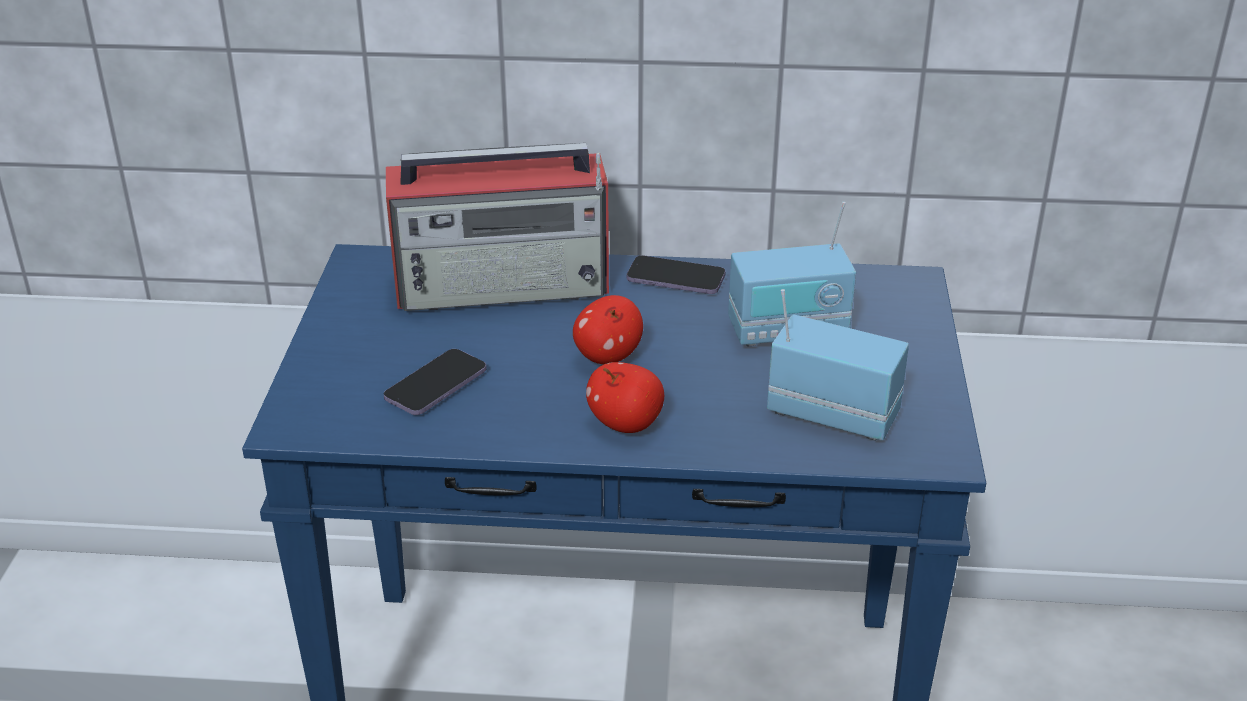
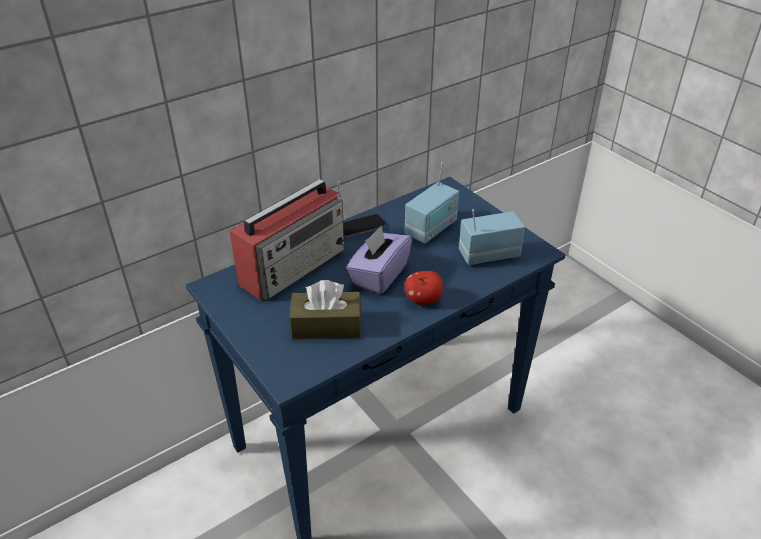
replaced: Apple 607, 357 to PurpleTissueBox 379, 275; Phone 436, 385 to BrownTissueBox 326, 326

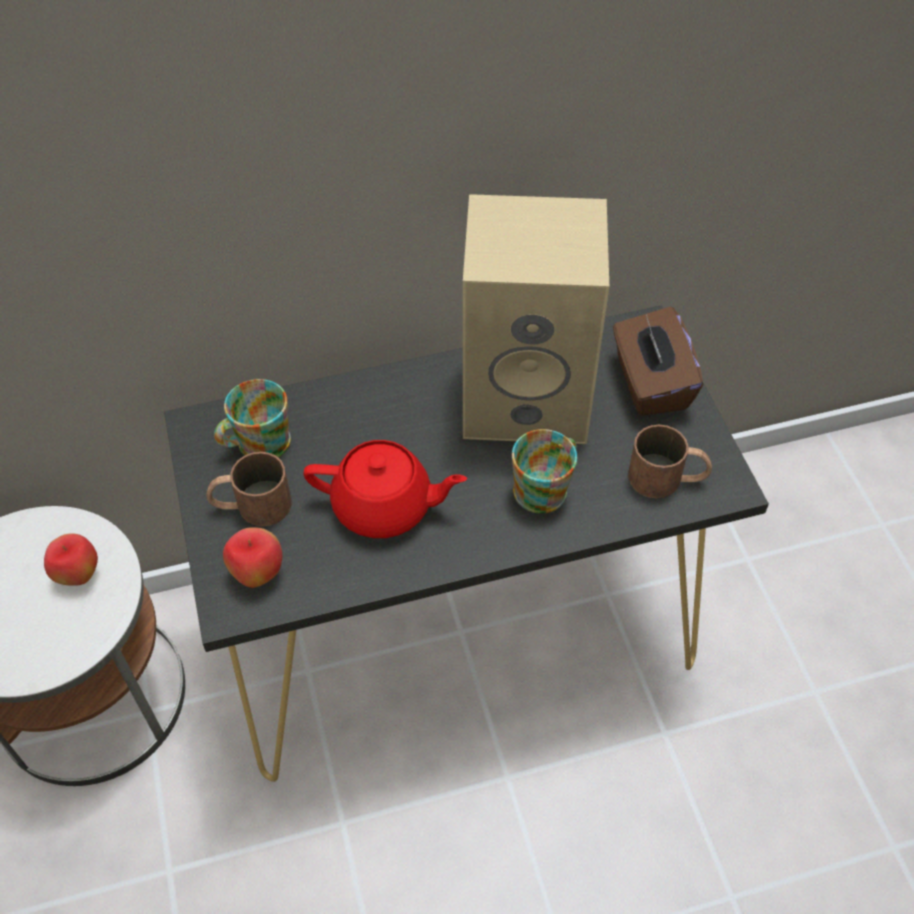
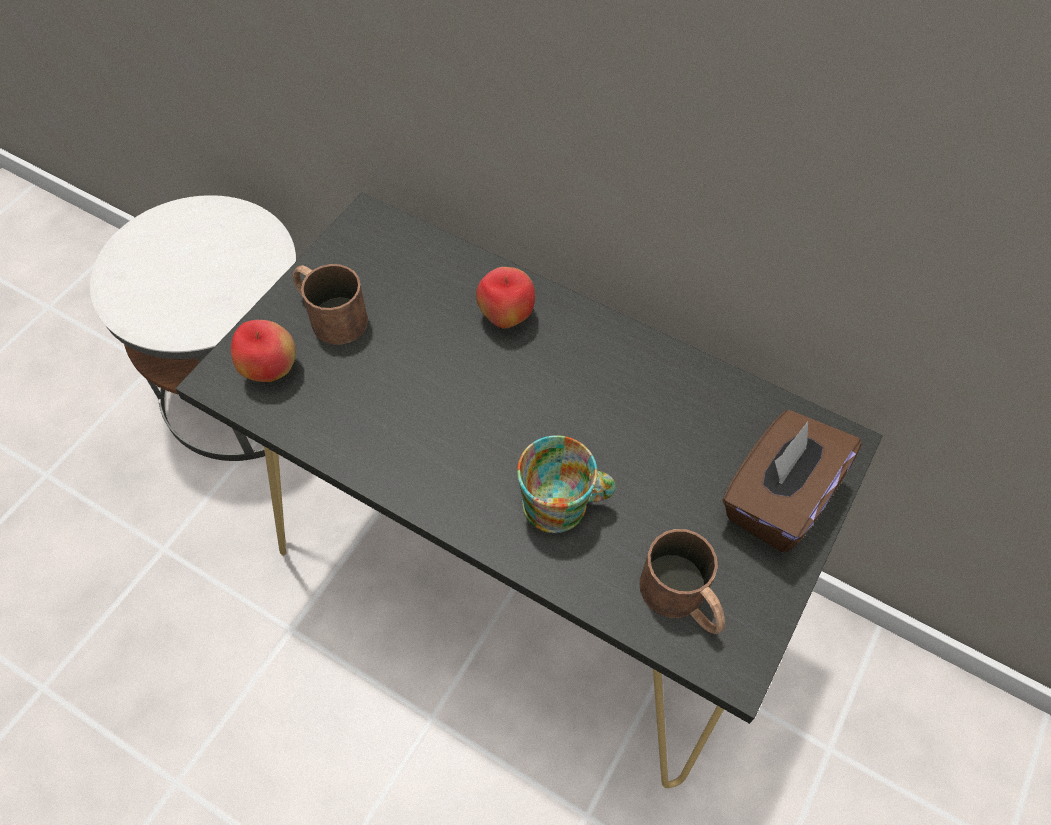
removed: BeigeSpeaker 529, 396; Mug 256, 444; RedTeapot 384, 506
moved: Apple 78, 574 to 506, 317

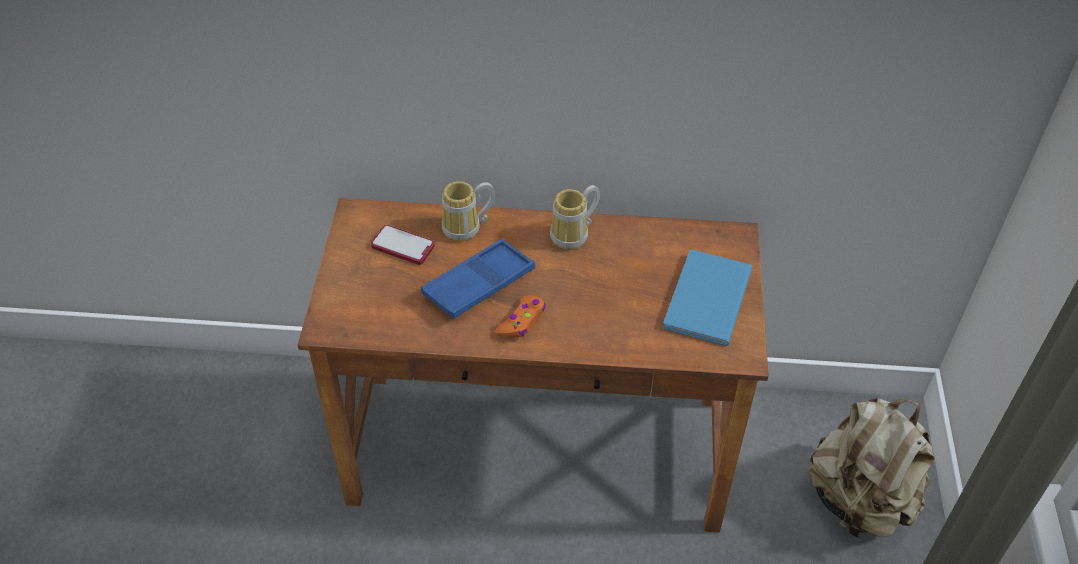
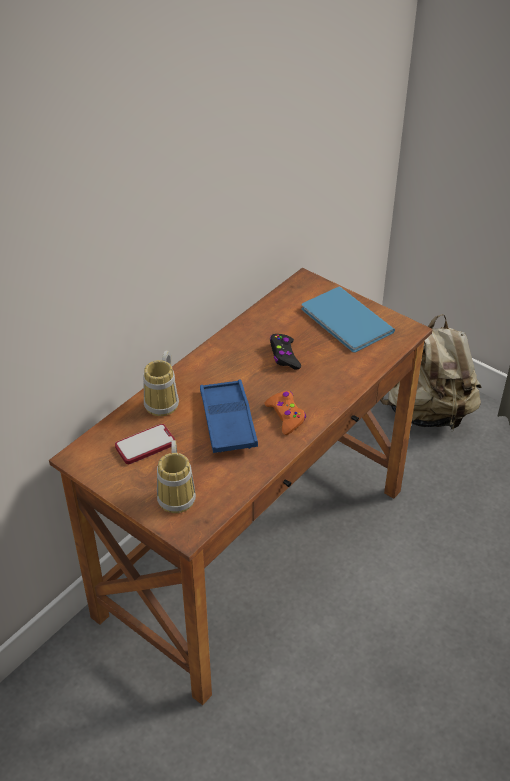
added: BlackGameController 284, 356
moved: Mug 574, 236 to 178, 495

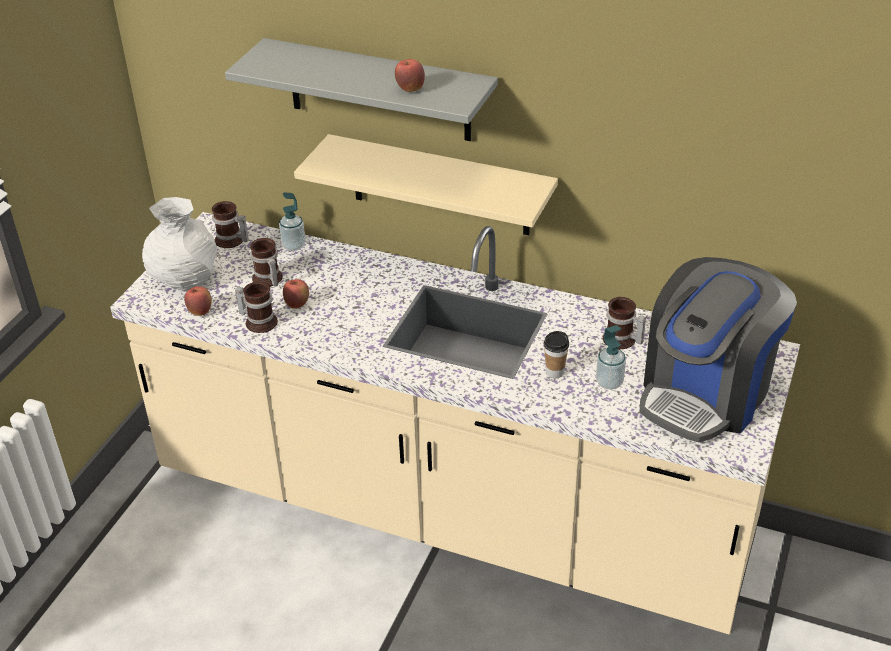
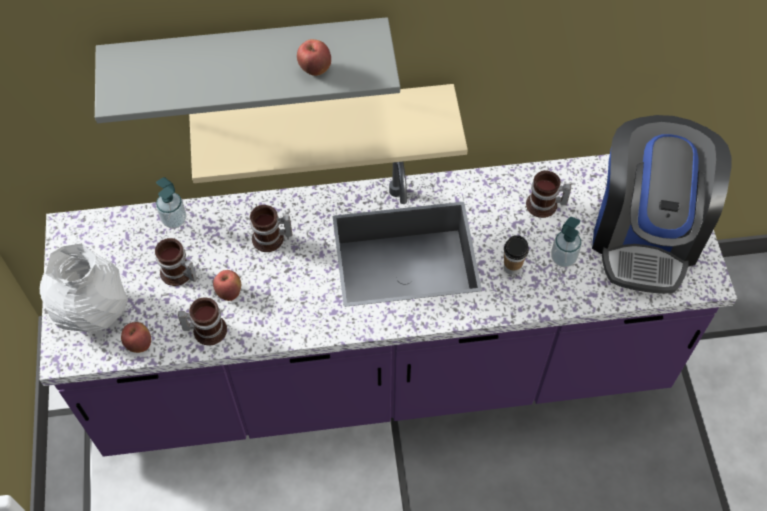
moved: Mug 231, 241 to 271, 239
recoloured: BeigeCounter 450, 512 to PurpleCounter 383, 370

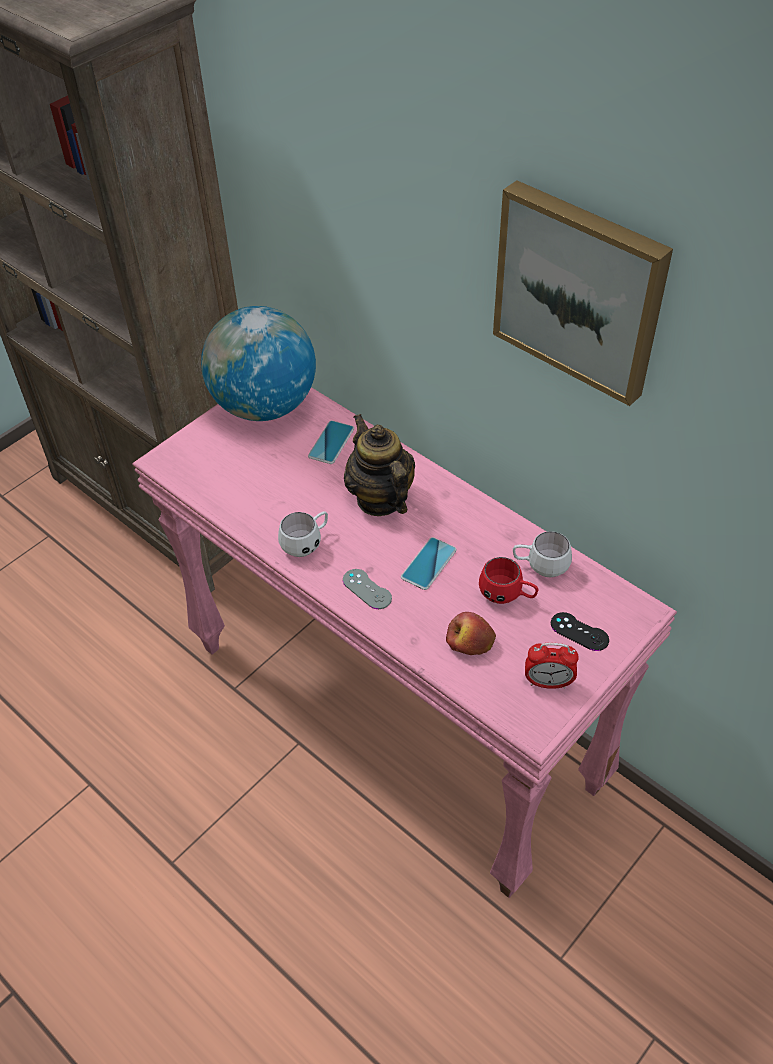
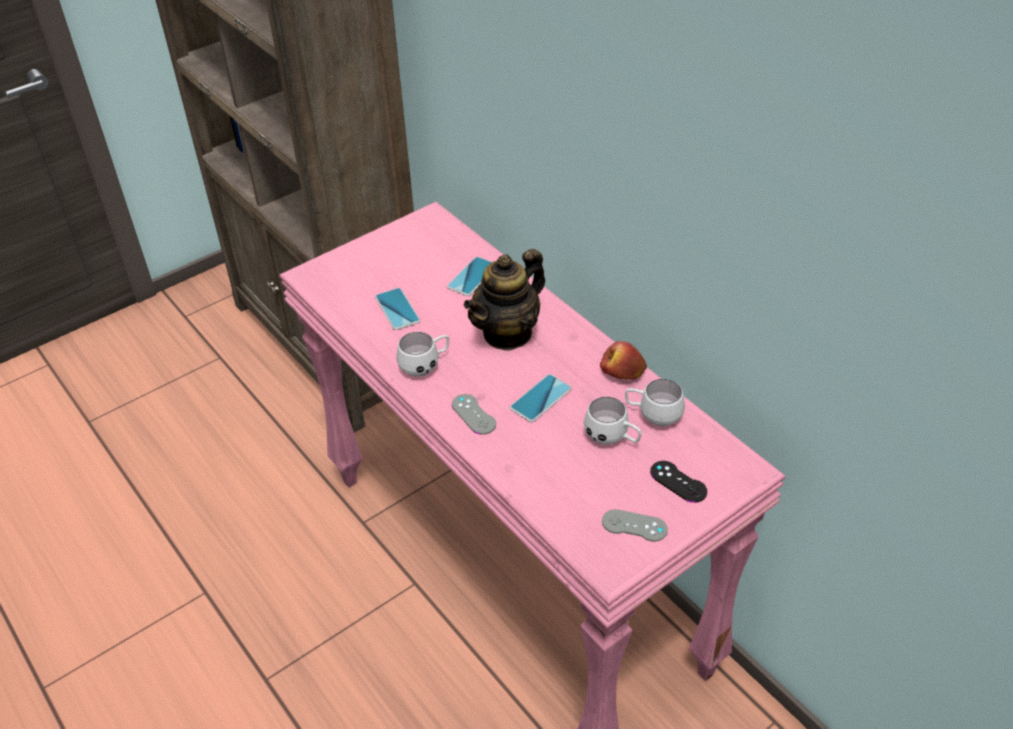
removed: Picture 580, 290; Globe 264, 406
added: Phone 397, 309
moved: Apple 470, 642 to 622, 371
replaced: AlarmClock 548, 682 to GreyGameController 634, 525
recoloured: RedMug 507, 596 to WhiteMug 612, 438
turned: Teapot 380, 498 = 507, 333 120 degrees counterclockwise

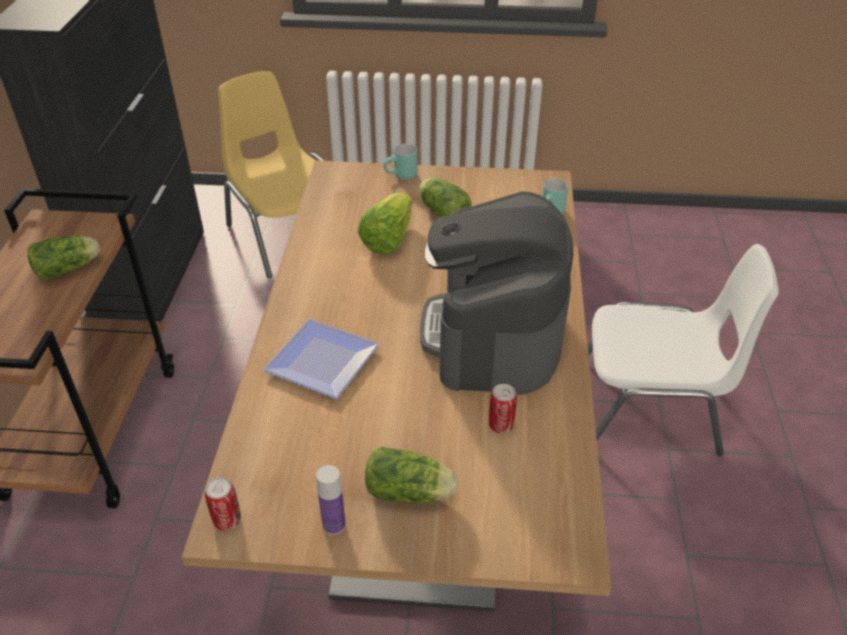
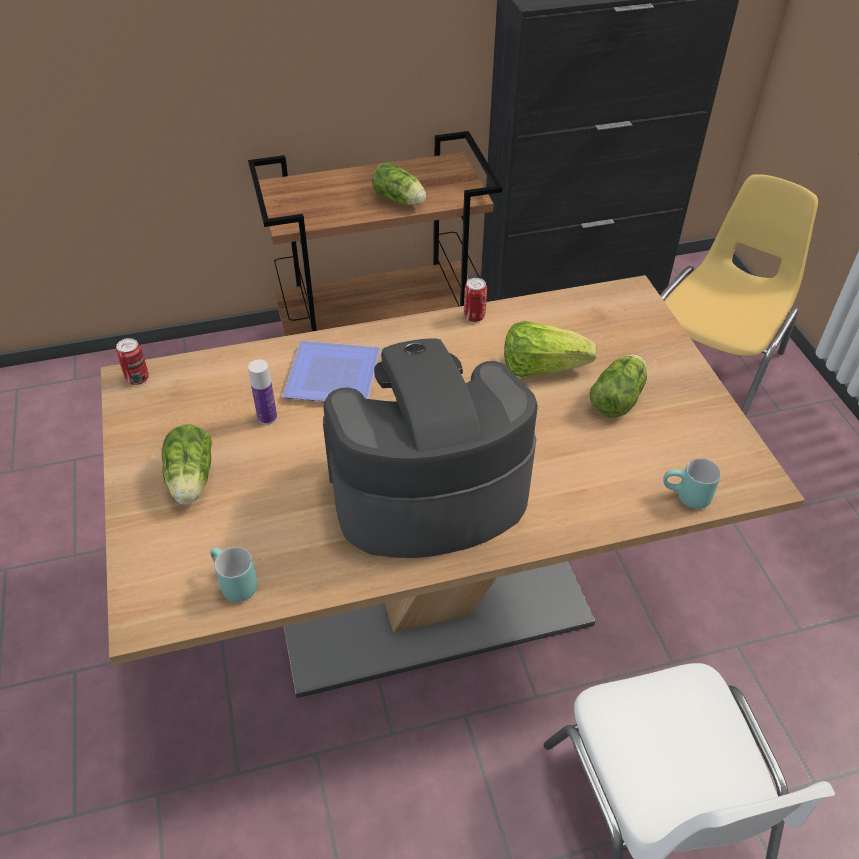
moved: TurquoiseMug 401, 176 to 232, 584; Can 501, 425 to 474, 316; Bottle 334, 525 to 267, 417

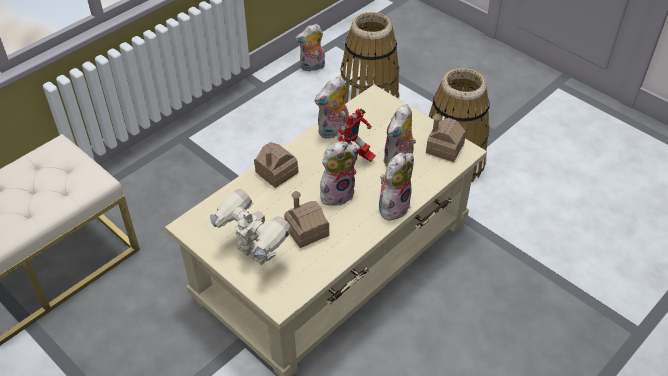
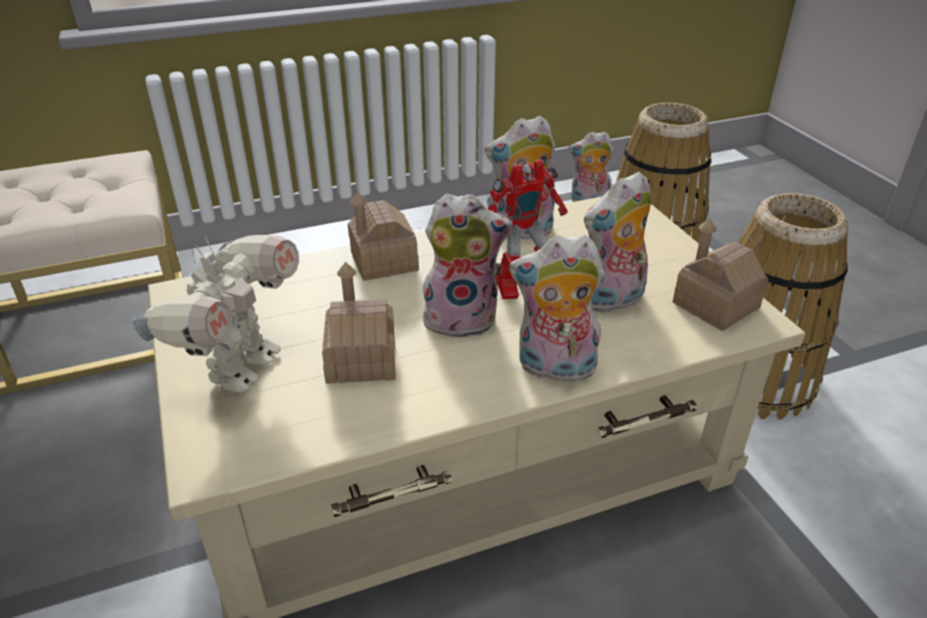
turned: PlushToy 393, 206 = 554, 369 150 degrees counterclockwise; ToyRobot 254, 254 = 240, 367 45 degrees clockwise

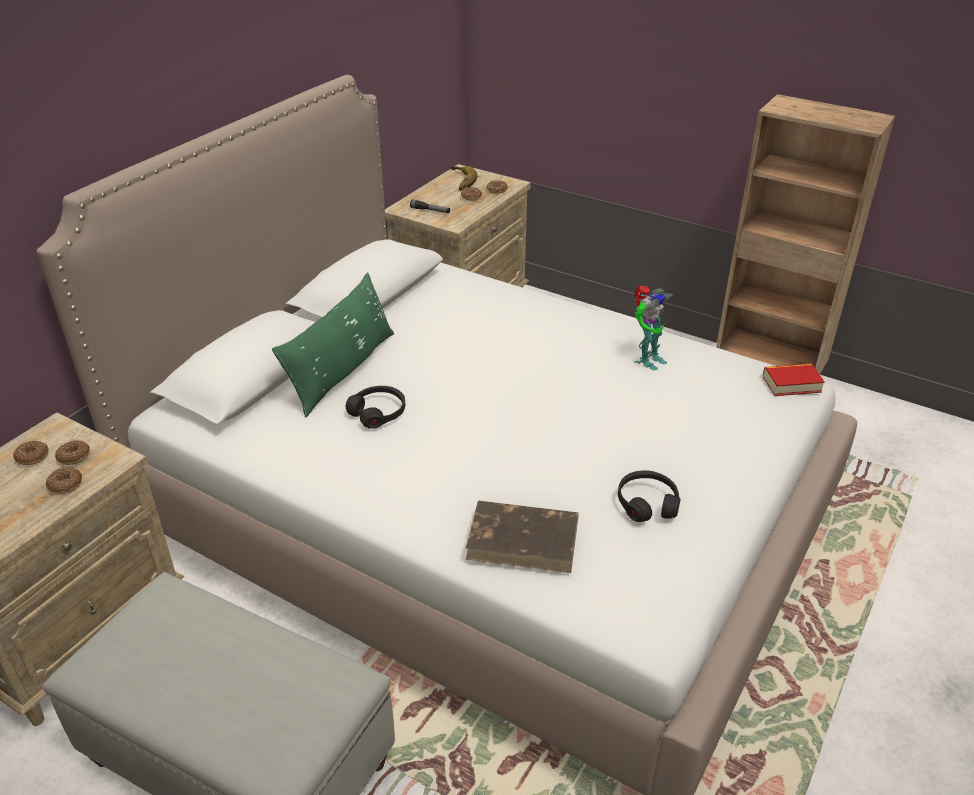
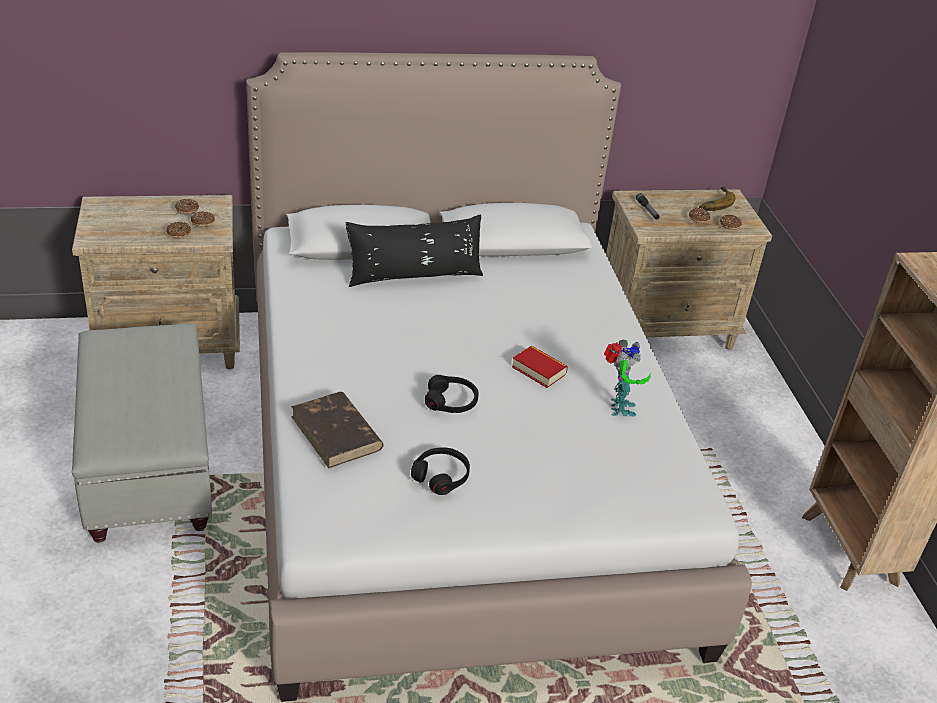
moved: Book 791, 384 to 539, 370; BlackHeadphones 378, 412 to 451, 401
recoloured: GreenPillow 343, 370 to BlackPillow 414, 276
turned: ToyRobot 647, 360 = 618, 408 90 degrees counterclockwise

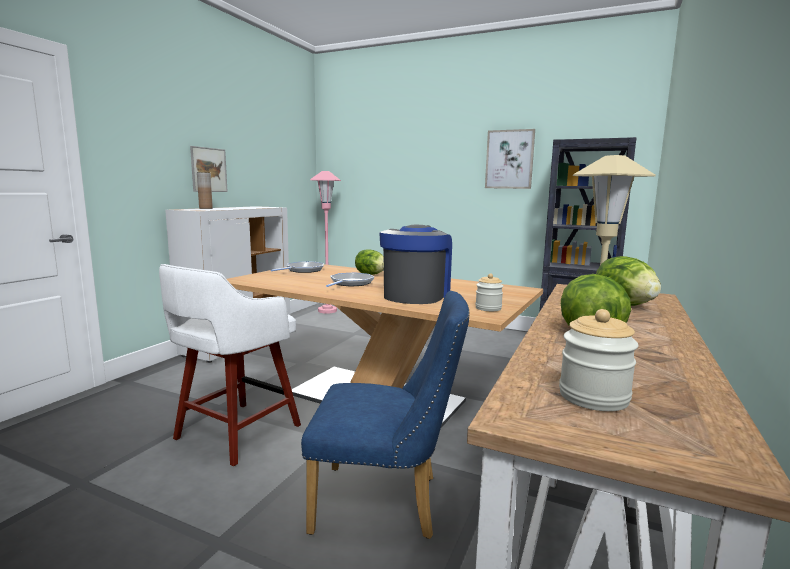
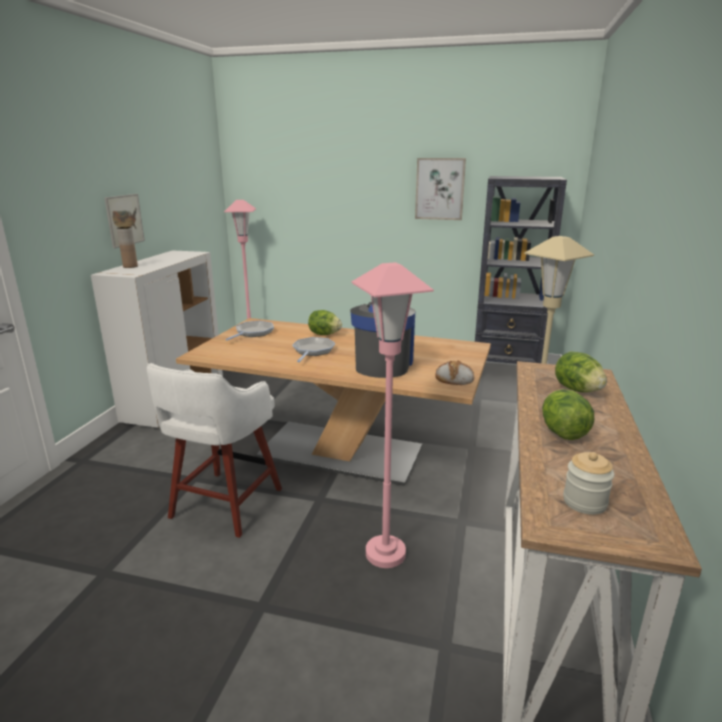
replaced: Jar 488, 308 to Bread 454, 378; BlueChair 387, 504 to PinkFloorLamp 385, 553

